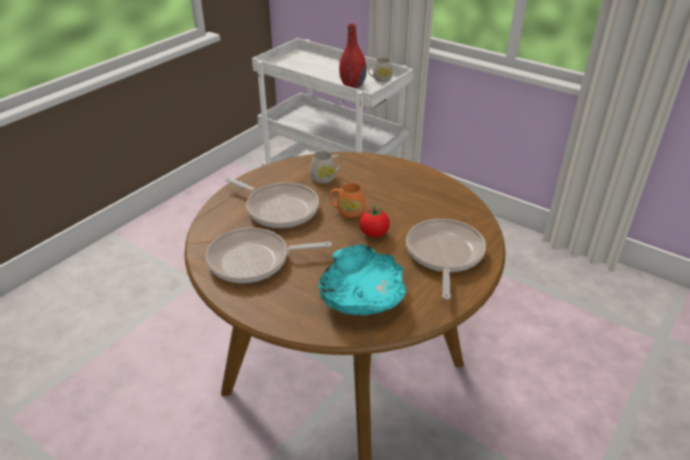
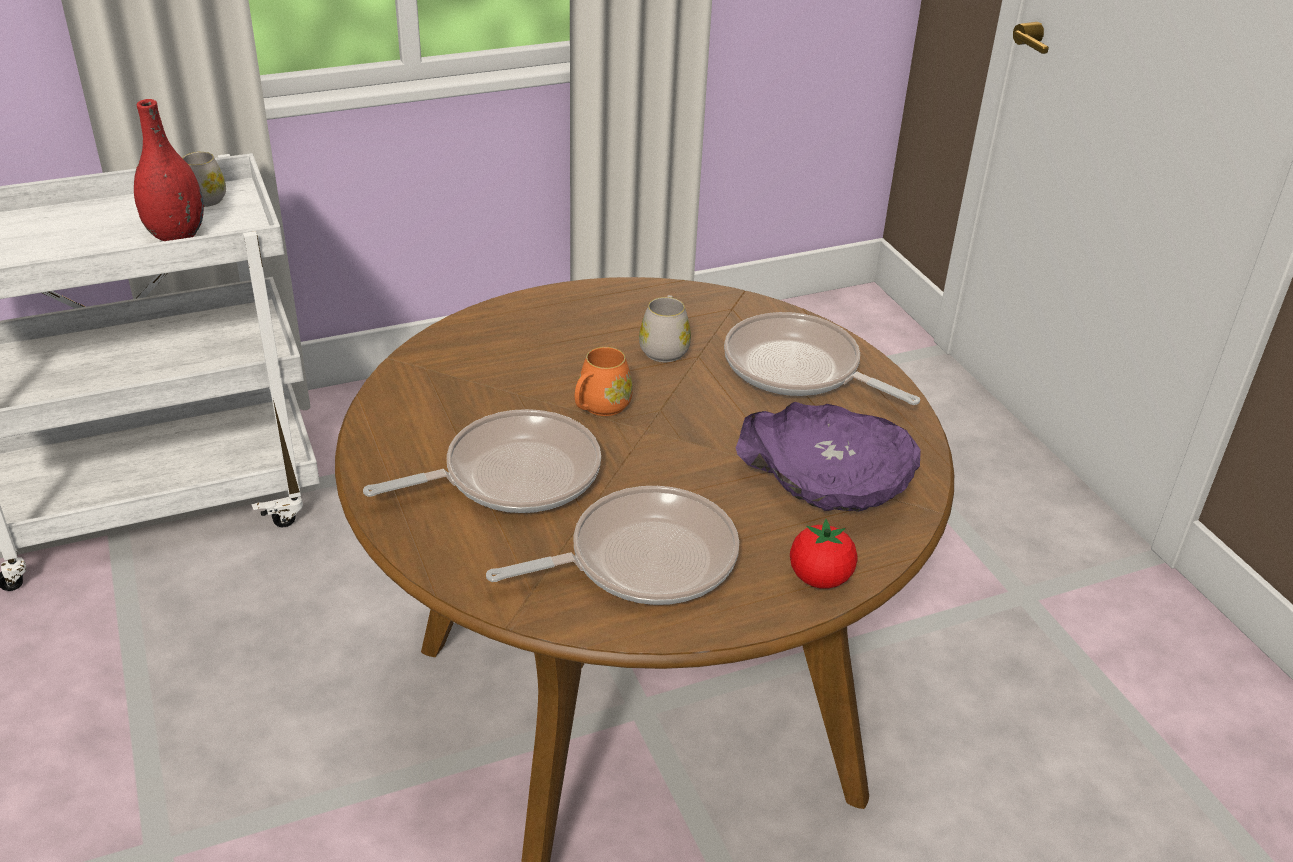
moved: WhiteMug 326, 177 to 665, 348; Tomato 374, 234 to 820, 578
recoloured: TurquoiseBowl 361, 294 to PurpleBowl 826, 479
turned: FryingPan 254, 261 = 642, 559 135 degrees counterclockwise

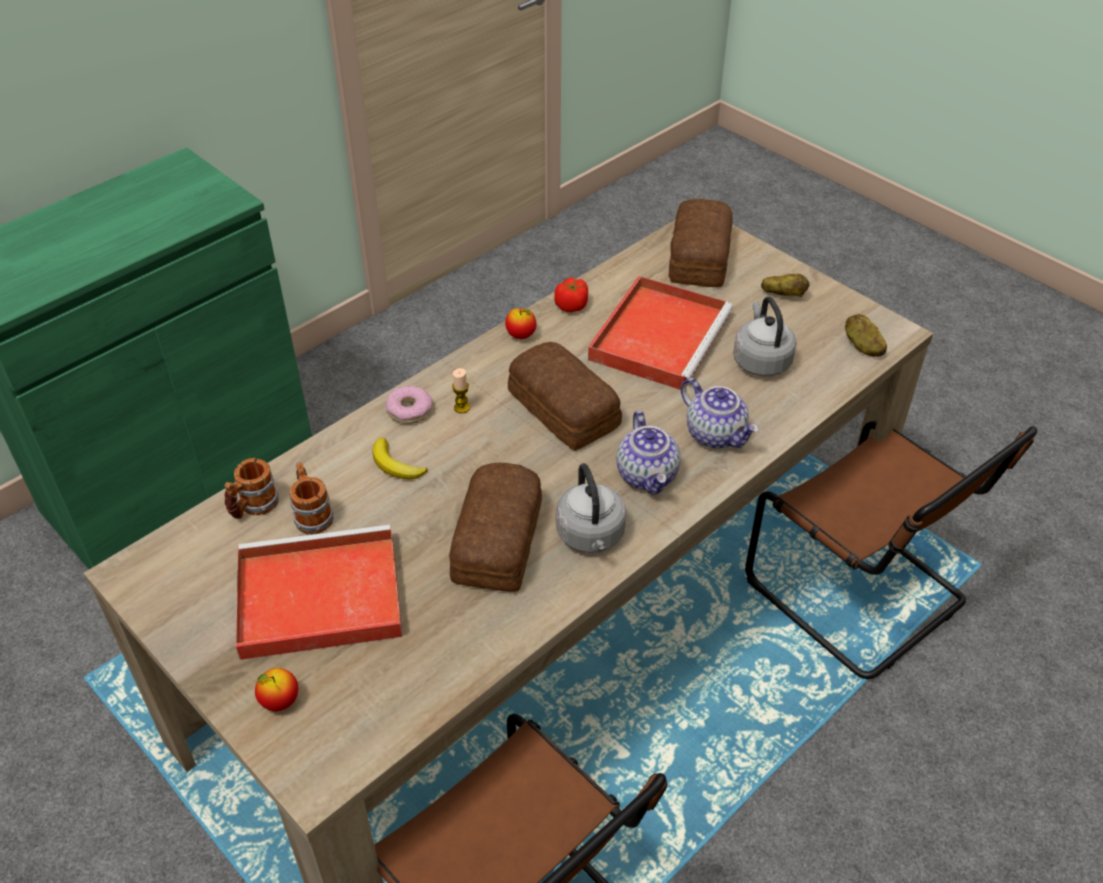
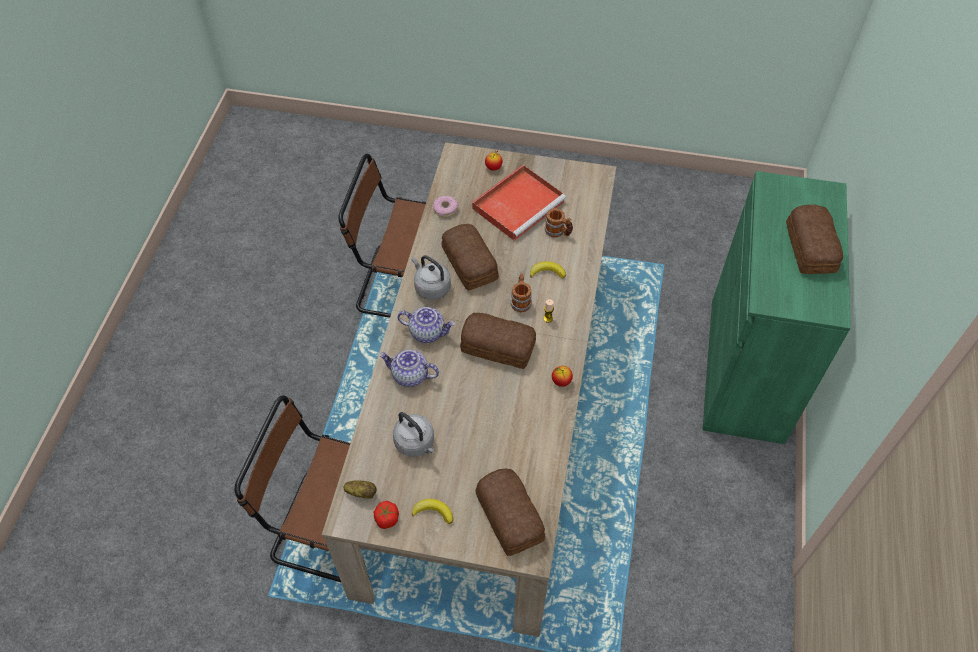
removed: RedTray 660, 335
added: Bread 811, 247
moved: Tomato 571, 306 to 387, 519; Donut 409, 410 to 445, 209; Mug 253, 507 to 520, 300
replaced: Potato 783, 295 to Banana 433, 512
turned: Teapot 648, 475 = 427, 332 150 degrees clockwise

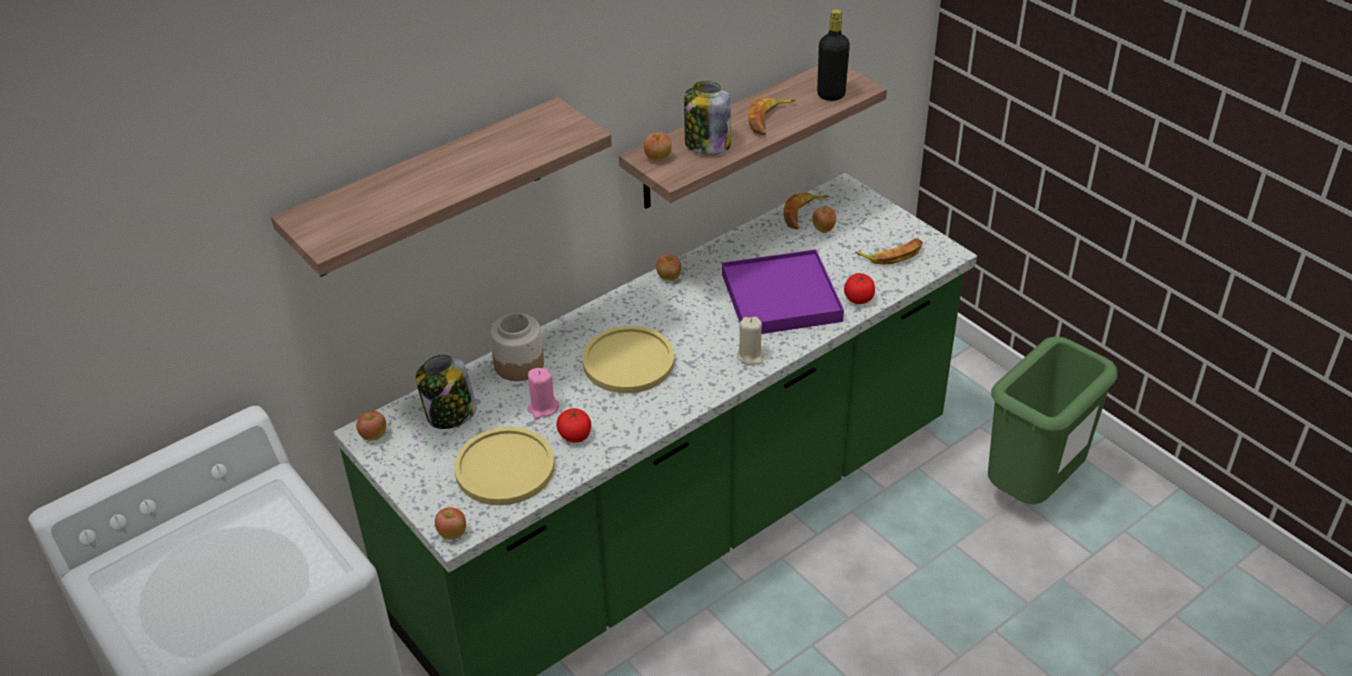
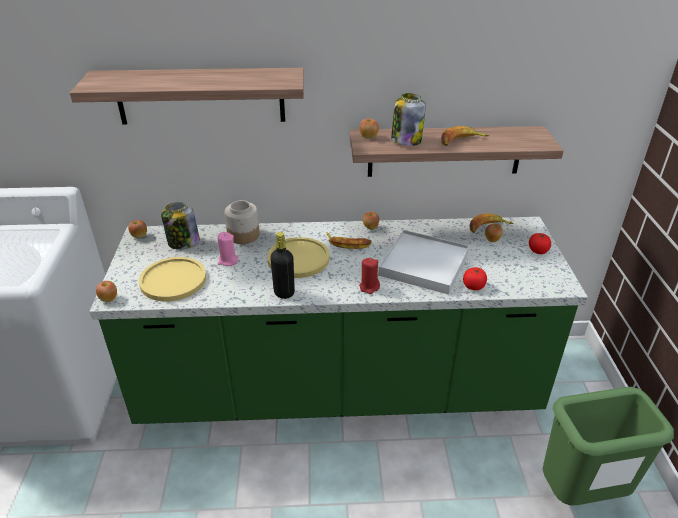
moved: BlackBottle 831, 95 to 284, 293; Banana 892, 255 to 348, 243; Tomato 575, 435 to 538, 251
recoloured: PurpleTray 781, 297 to WhiteTray 424, 264; BeigeCandle 750, 356 to RedCandle 369, 287

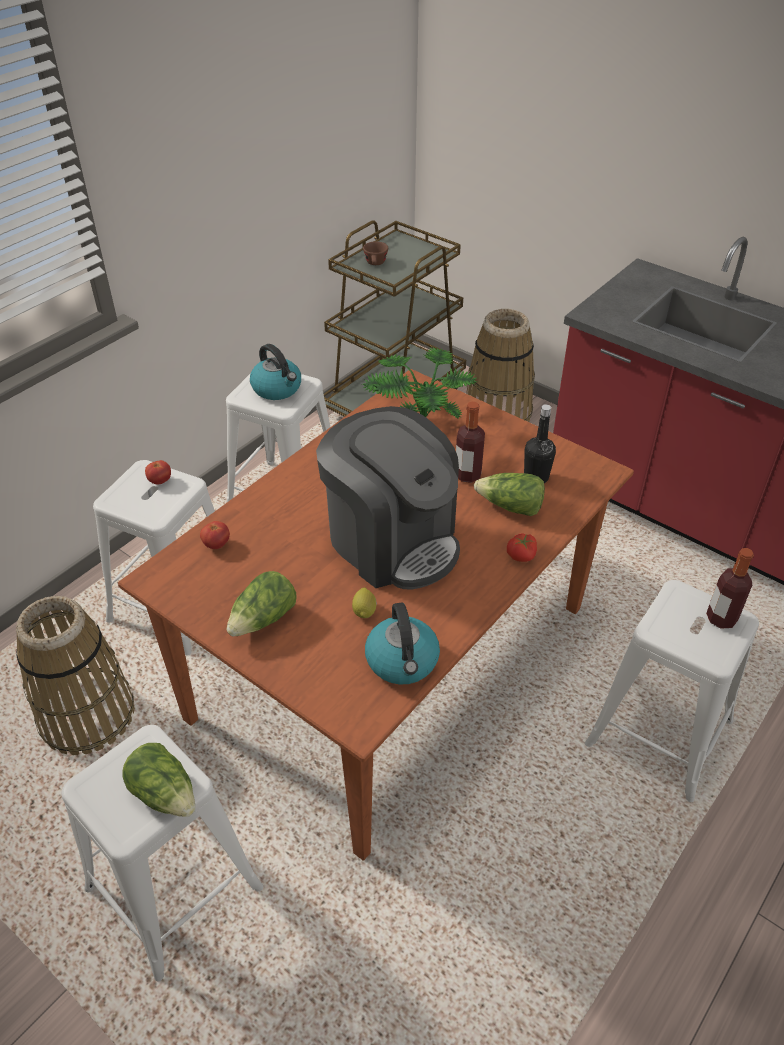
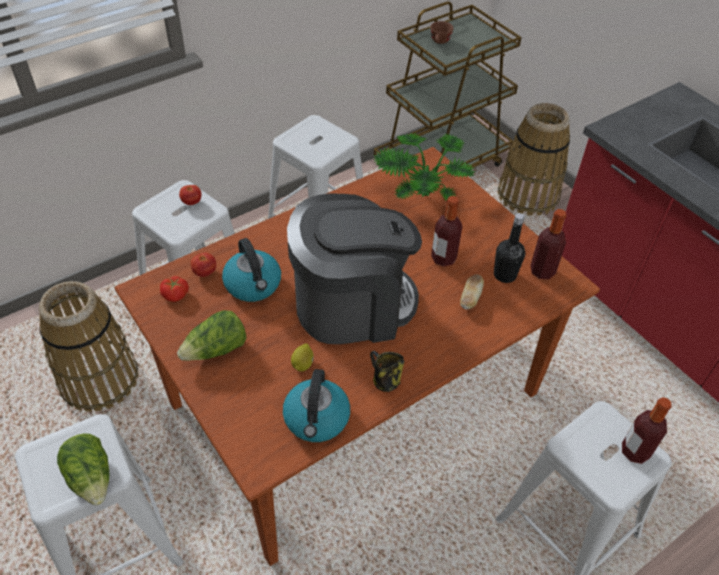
added: Bottle 542, 271; Mug 385, 381
moved: Kettle 277, 388 to 253, 285; Tomato 522, 555 to 176, 295
replaced: Lettuce 510, 507 to Bread 470, 298
turned: CoffeeMachine 392, 541 = 352, 305 75 degrees counterclockwise

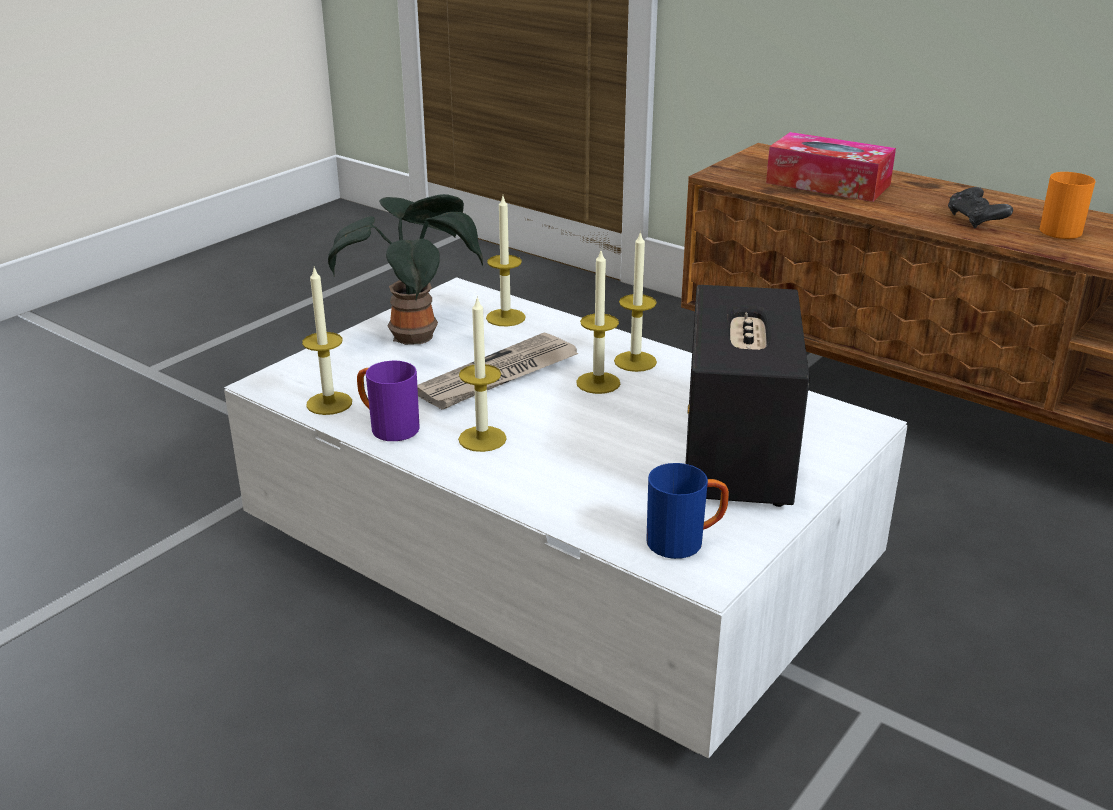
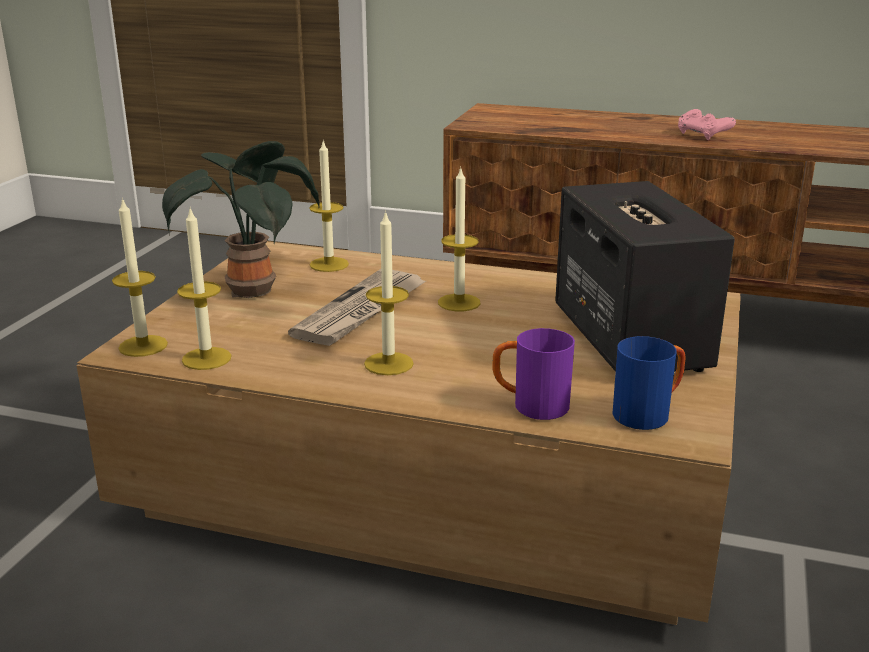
removed: TissueBox 828, 184; OrangeMug 1056, 229
moved: Candle 635, 361 to 143, 346; PurpleMug 387, 427 to 530, 406
recoloured: BlackGameController 975, 220 to PinkGameController 703, 135; WhiteCoffeeTable 558, 554 to BrownCoffeeTable 436, 480

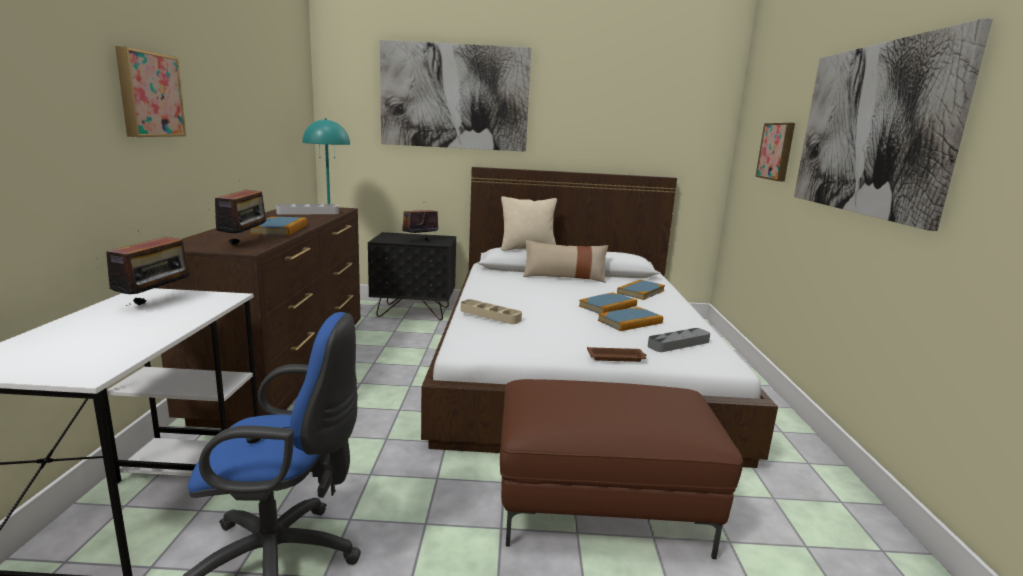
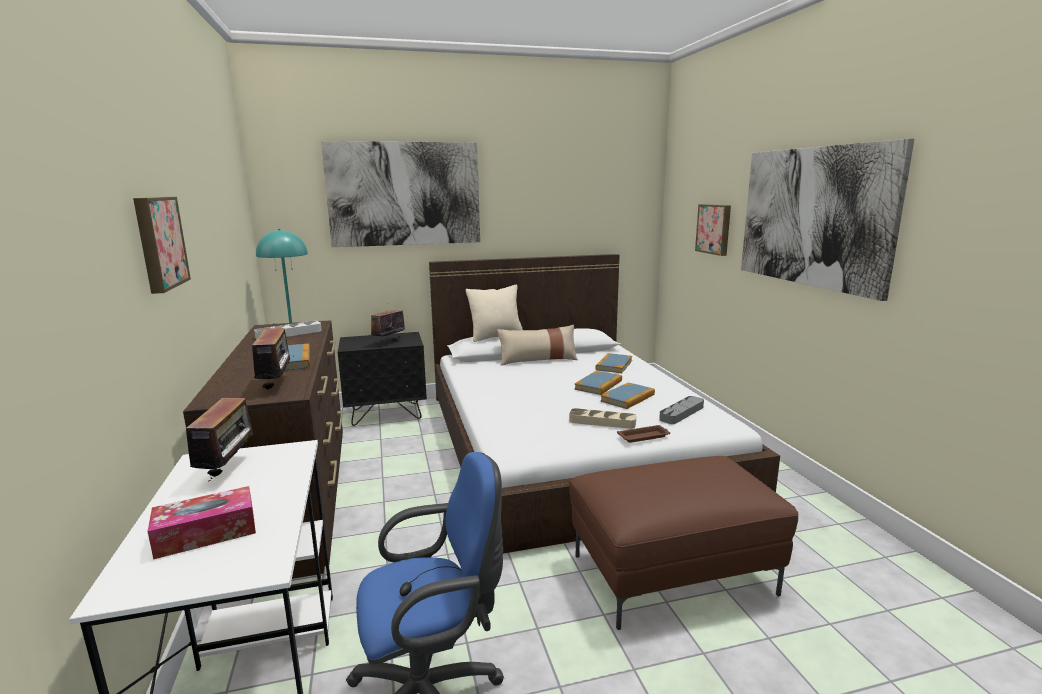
added: TissueBox 206, 533
moved: BeigeTray 490, 315 to 602, 422

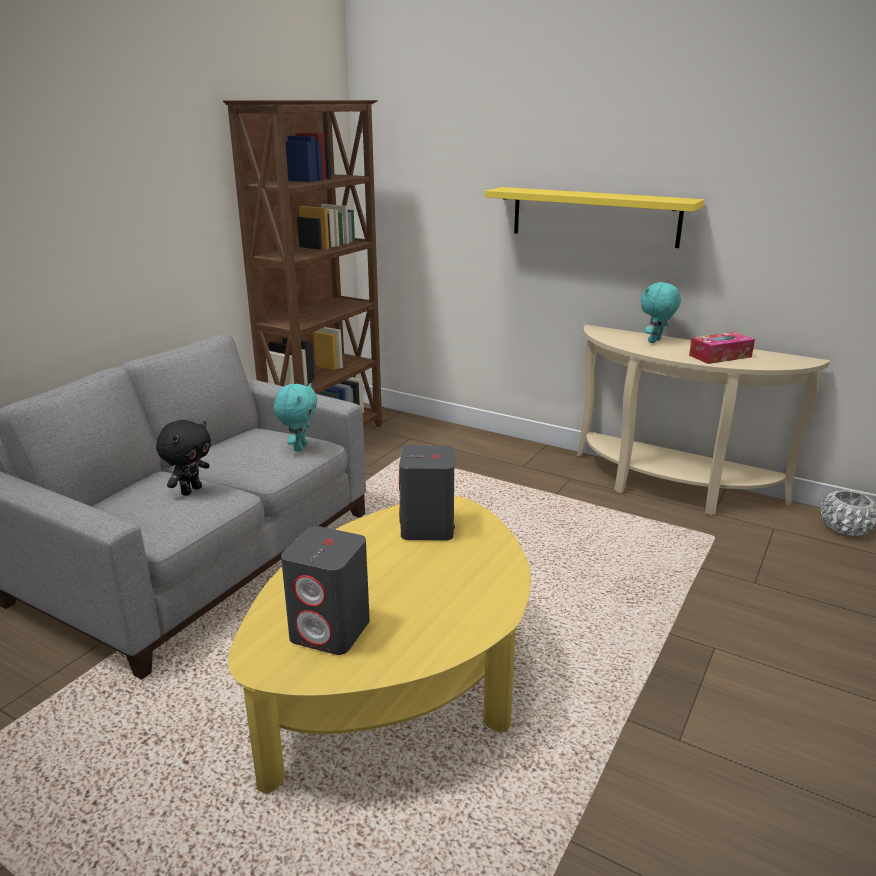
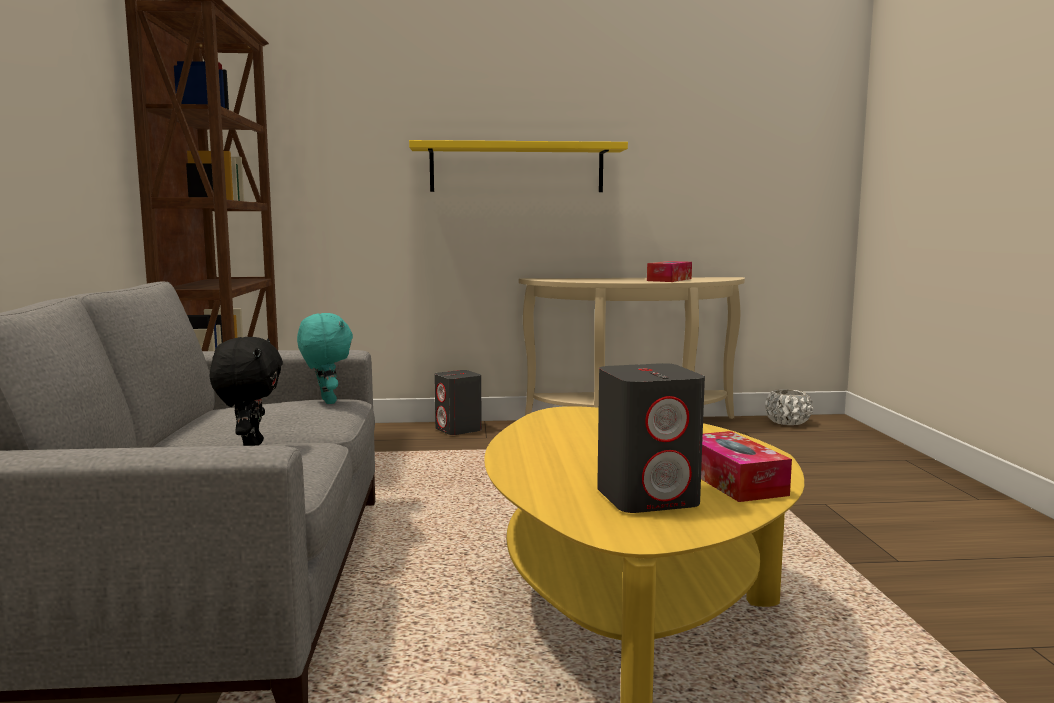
removed: TurquoisePlushToy 655, 341
added: TissueBox 733, 481
moved: GreySpeaker 427, 528 to 458, 430

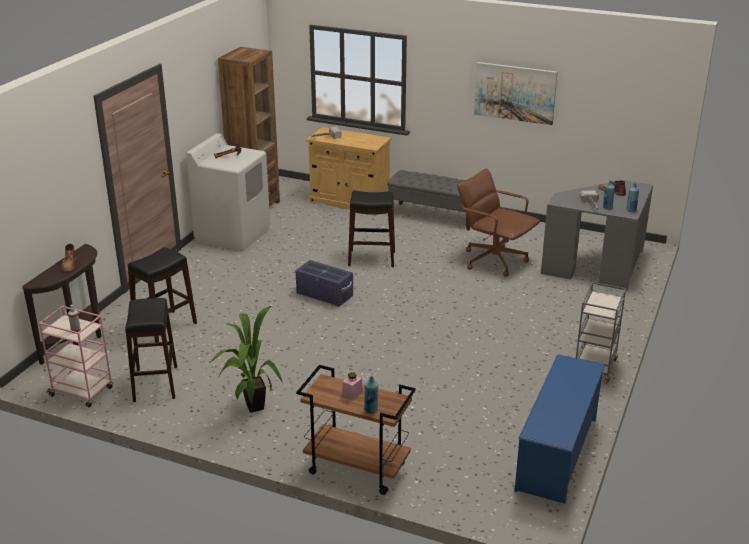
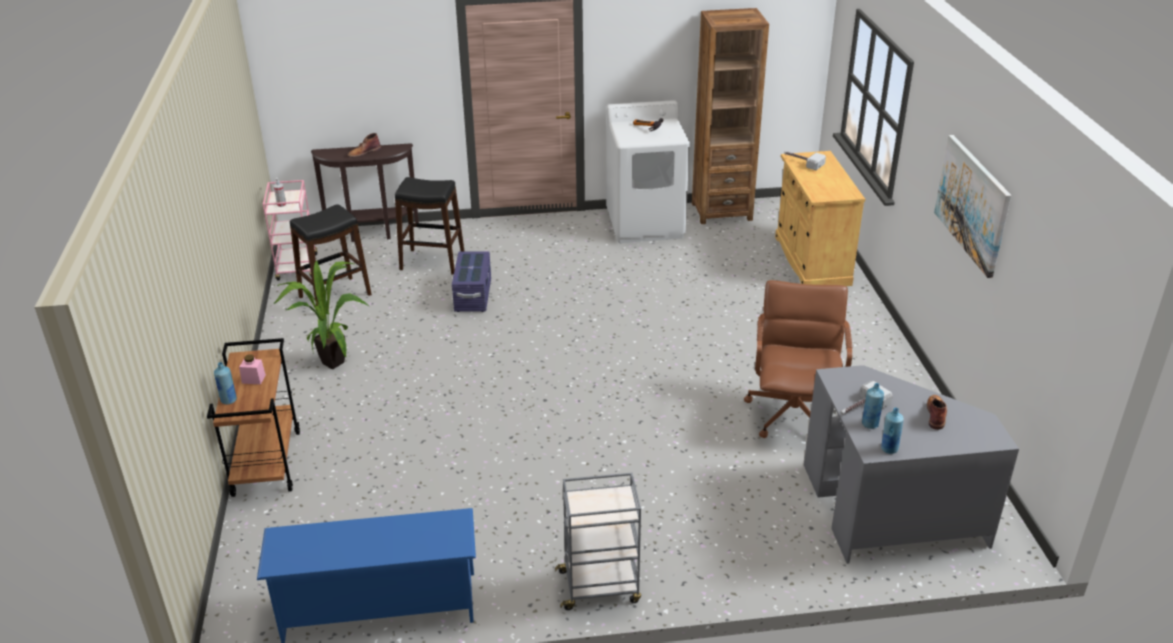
removed: GreyBench 434, 216; BlackStool 371, 259
moved: PurpleStorageBox 324, 295 to 473, 295

